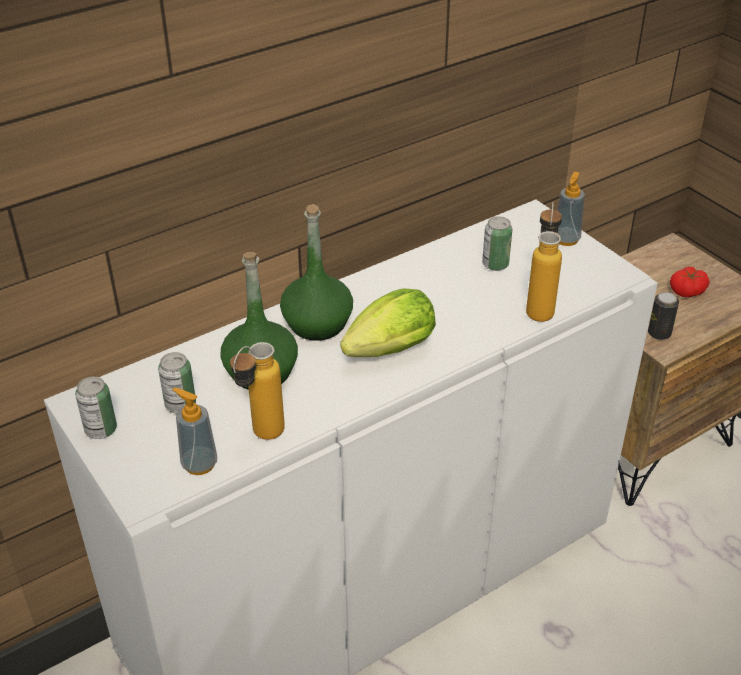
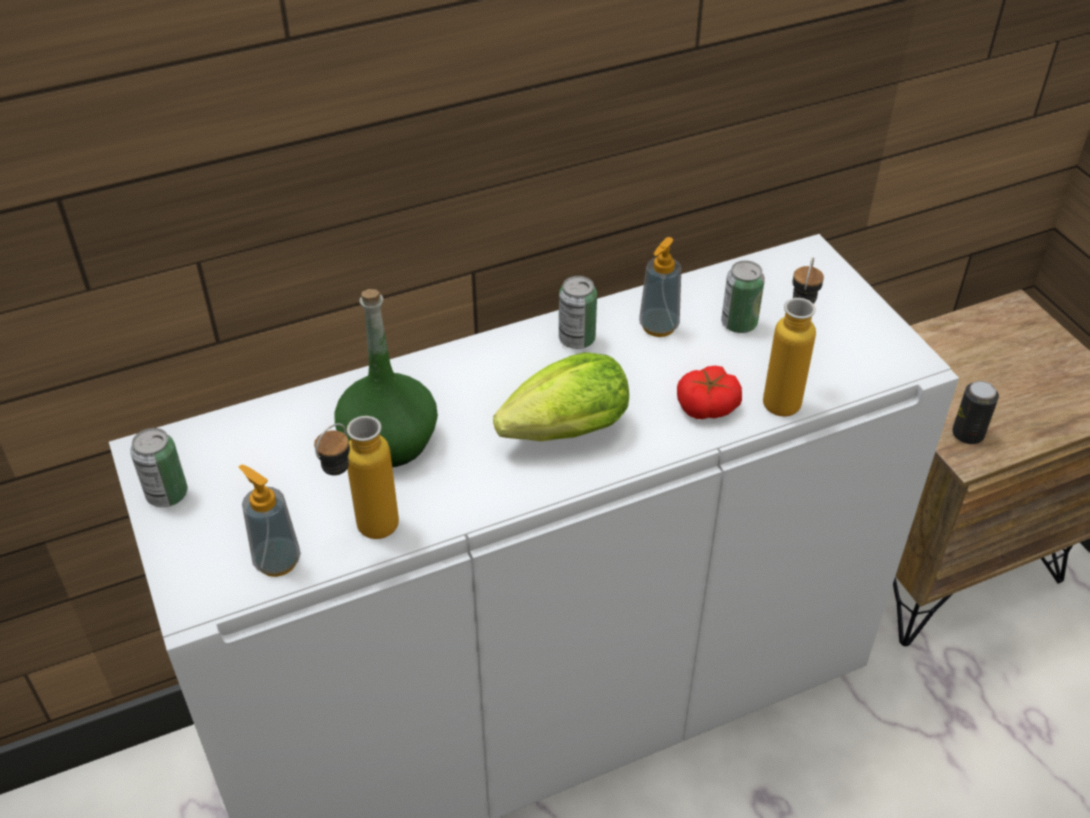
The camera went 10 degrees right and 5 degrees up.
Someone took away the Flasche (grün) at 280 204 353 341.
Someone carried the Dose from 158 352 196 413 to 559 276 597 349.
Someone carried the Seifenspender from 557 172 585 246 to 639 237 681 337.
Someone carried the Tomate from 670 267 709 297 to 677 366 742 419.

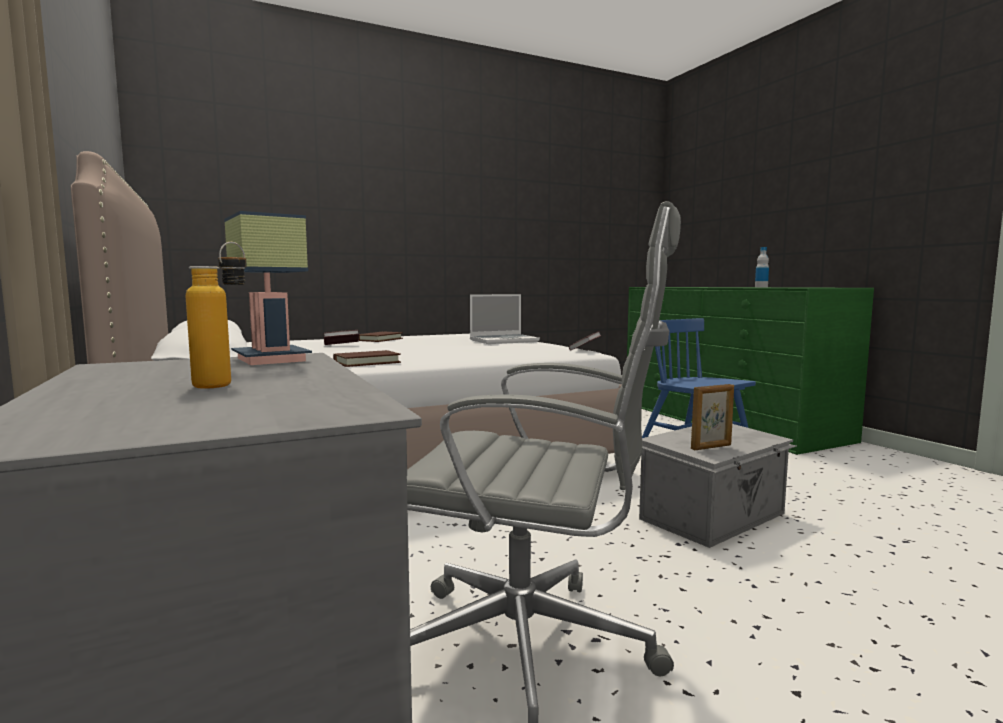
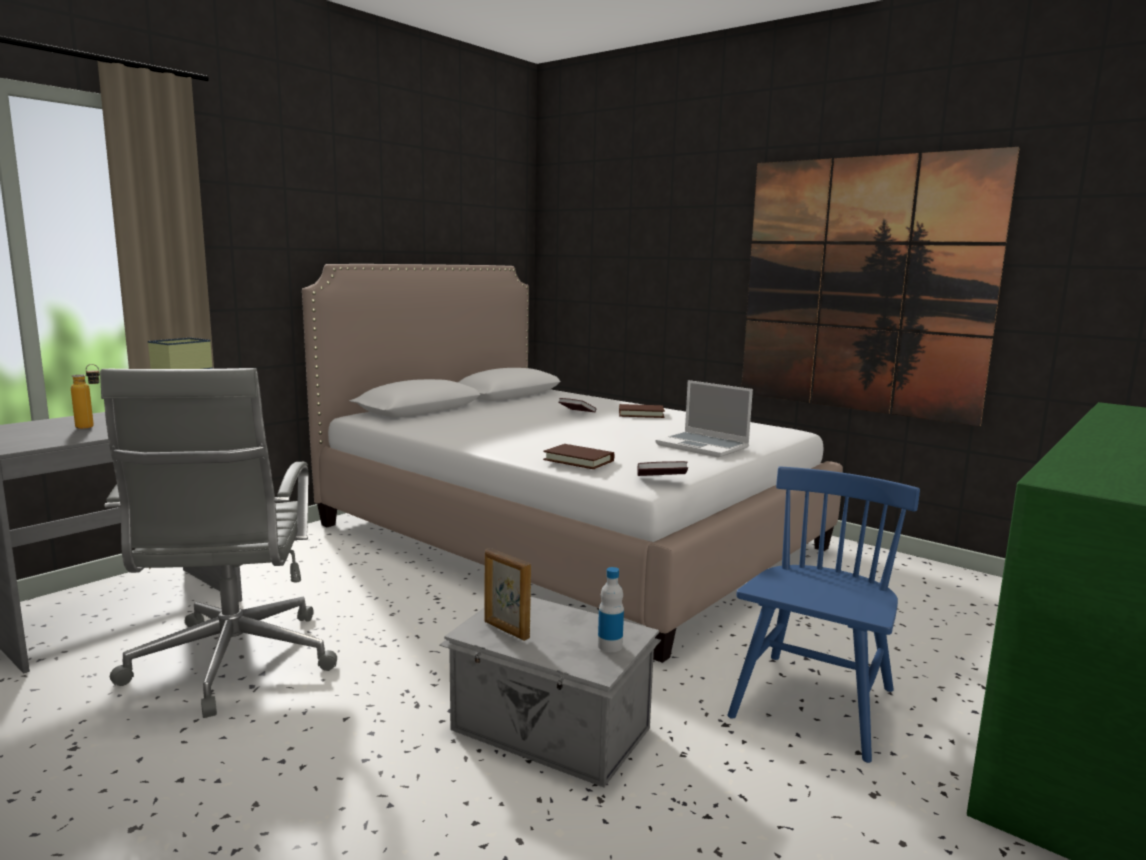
The camera went 65 degrees right and 5 degrees up.
Someone put up the Bild at 742 147 1020 426.
Someone carried the Buch (braun) from 333 350 401 367 to 543 444 615 469.
Someone carried the Flasche from 755 247 769 287 to 598 567 624 652.

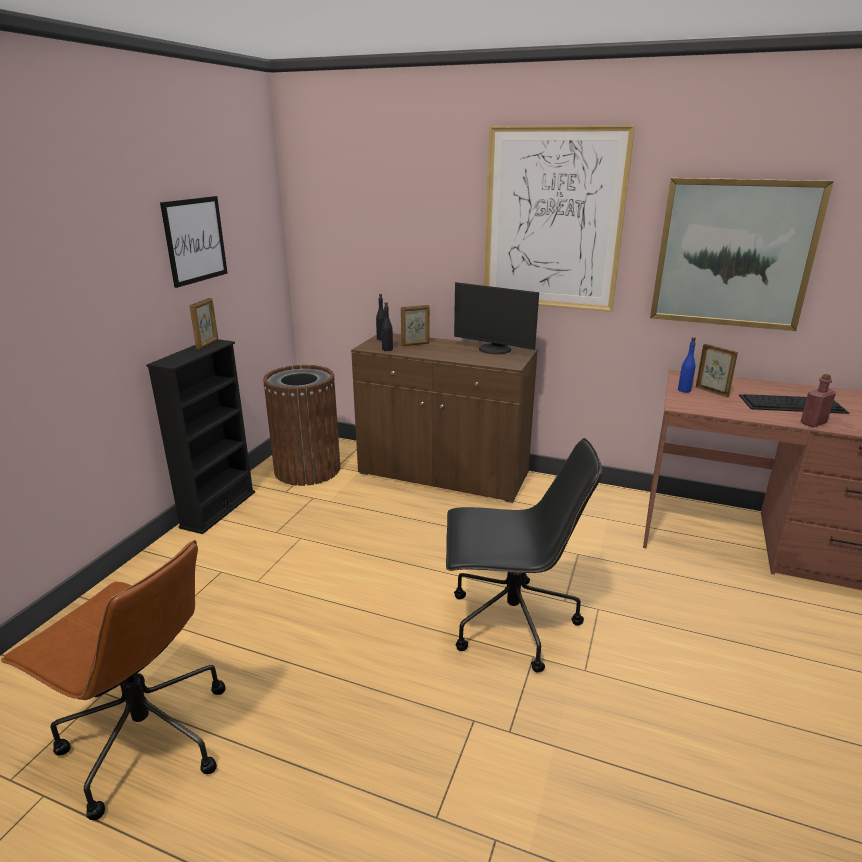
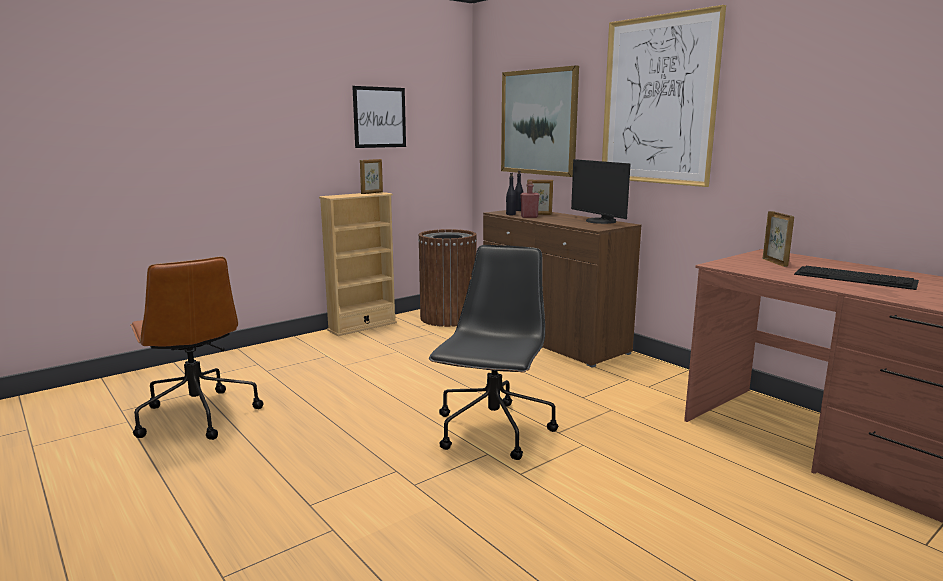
The camera went 30 degrees right and 10 degrees down.
Someone took away the Flasche (blau) at 678 337 696 393.
Someone carried the Bild from 650 178 834 331 to 501 65 579 177.
Someone carried the Flasche (rot) from 801 374 836 428 to 520 181 539 218.
Someone repainted the Bücherregal (schwarz) at 146 339 255 534, which became the Bücherregal (beige) at 319 192 397 336.
Someone rotated the Bürostuhl (schwarz) at 446 438 602 672 by 105 degrees counterclockwise.

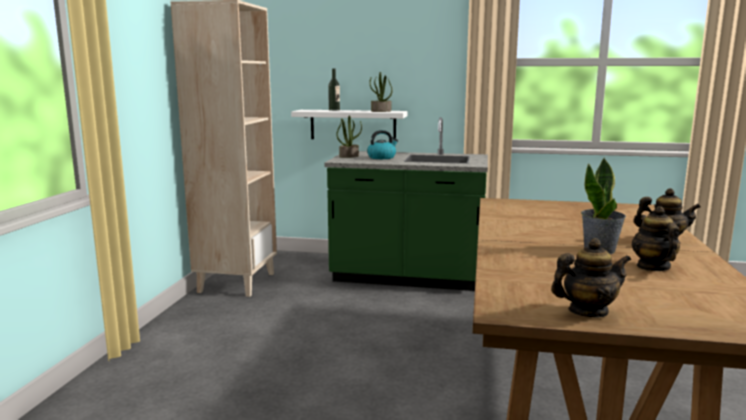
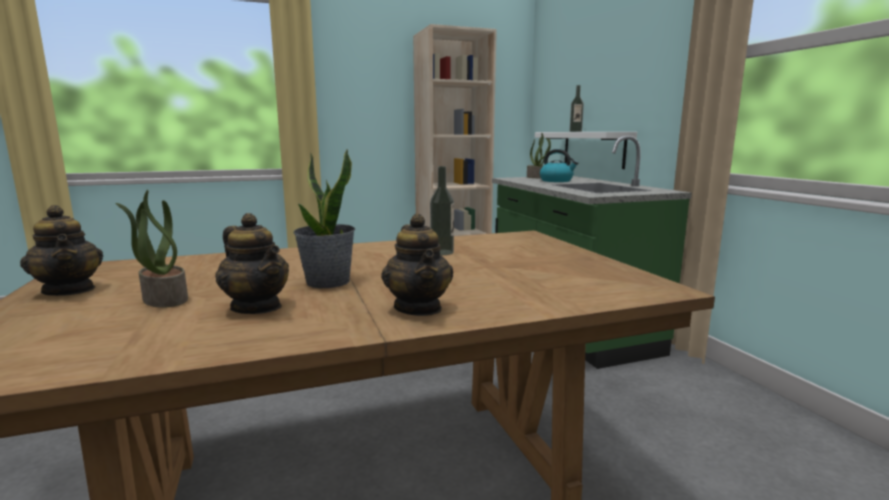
The camera went 60 degrees right and 0 degrees up.
Someone put down the Flasche at 430 166 454 255.
Someone carried the Topfpflanze from 369 72 393 112 to 115 190 188 308.
Someone rotated the Teekanne at 632 206 680 271 by 75 degrees clockwise.

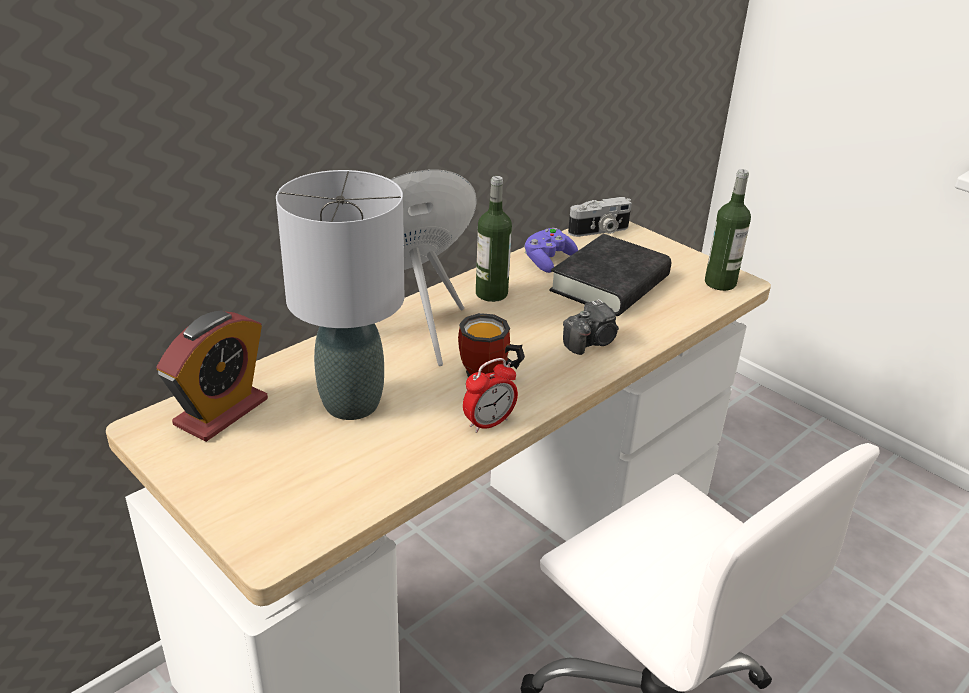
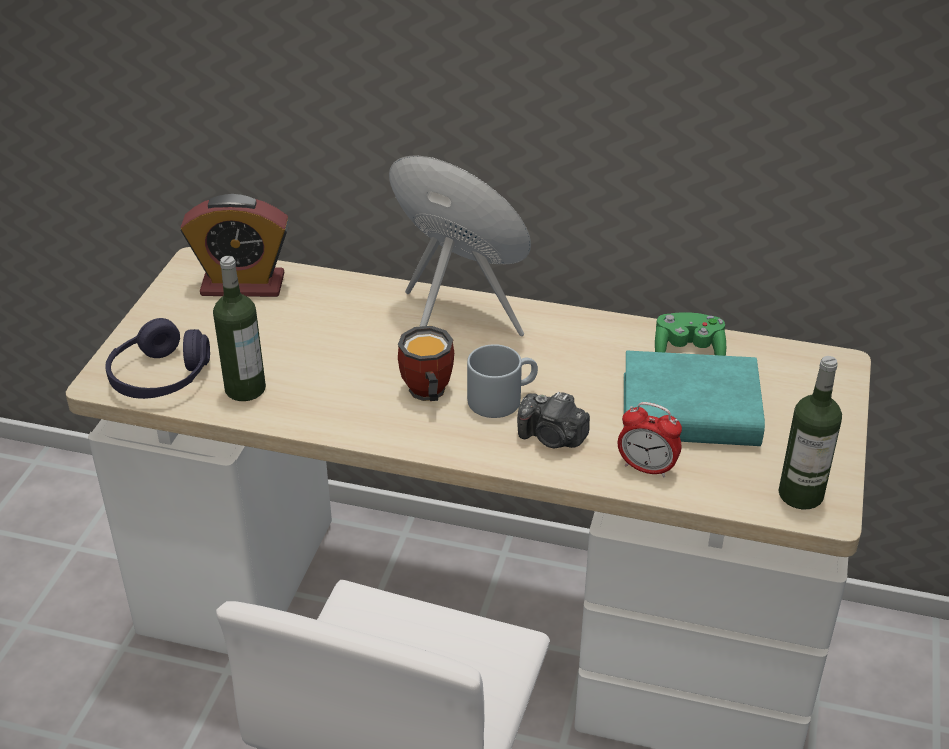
The camera went 60 degrees right and 5 degrees up.
Someone took away the Tischlampe (grau) at 276 170 404 420.
Someone took away the Kamera at 568 197 632 237.
Someone put down the Kopfhörer (lila) at 105 318 210 399.
Someone put down the Henkelbecher (grau) at 467 344 538 418.
Someone carried the Wecker from 463 358 518 433 to 618 402 682 477.
Someone carried the Flasche from 476 176 512 302 to 213 256 266 401.
Someone repainted the Gamepad (lila) at 524 228 578 273, which became the Gamepad (grün) at 655 312 726 356.
Someone repainted the Buch (schwarz) at 549 234 671 316, which became the Buch (türkis) at 624 351 765 446.

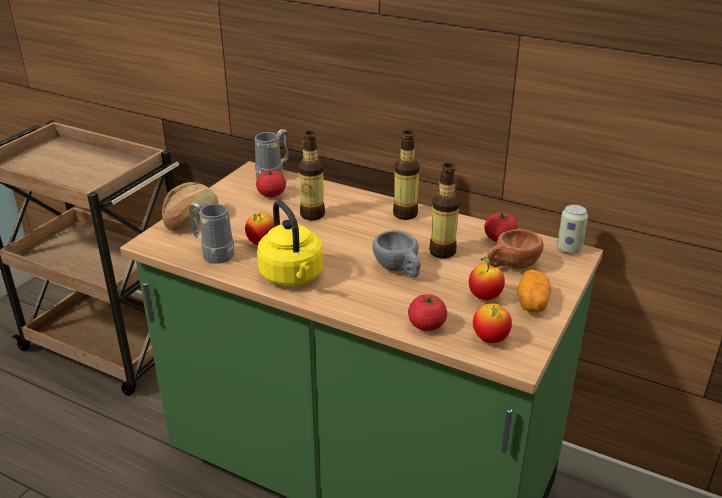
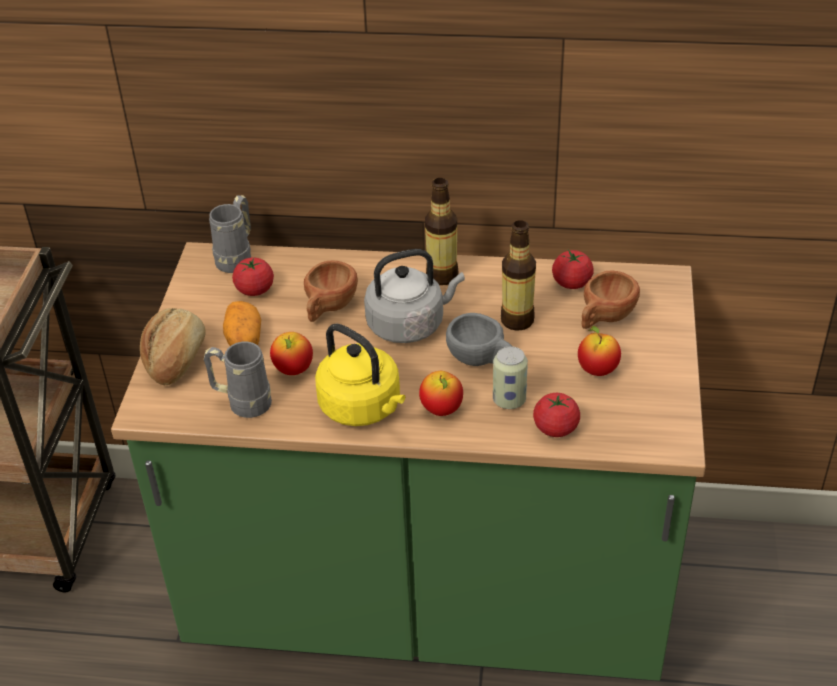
The camera went 20 degrees left and 10 degrees up.
Someone put down the Wasserkessel (grau) at 364 249 465 343.
Someone carried the Apfel from 473 303 512 343 to 419 371 463 416.
Someone carried the Kartoffel from 517 270 552 313 to 223 301 261 346.
Someone carried the Dose from 557 204 588 254 to 493 346 528 409.
Someone swapped the Flasche at 298 131 325 220 for the Tasse (braun) at 304 261 358 322.

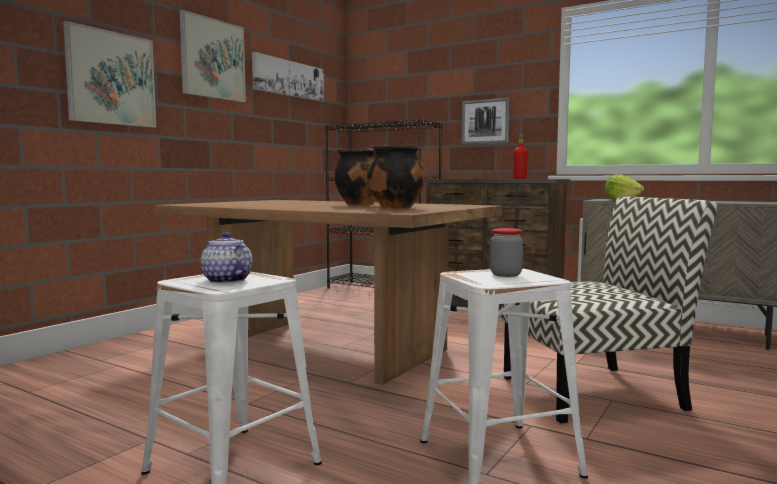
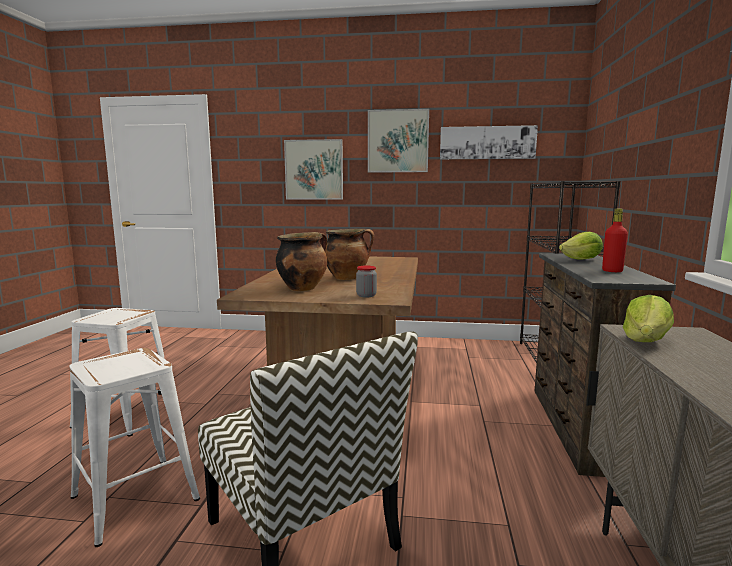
The camera went 65 degrees right and 5 degrees up.
Someone took away the Teekanne at 201 232 253 284.
Someone took away the Bild at 462 98 510 145.
Someone put down the Salatkopf at 559 232 603 260.
Someone carried the Vorratsglas from 490 228 523 277 to 356 265 377 298.

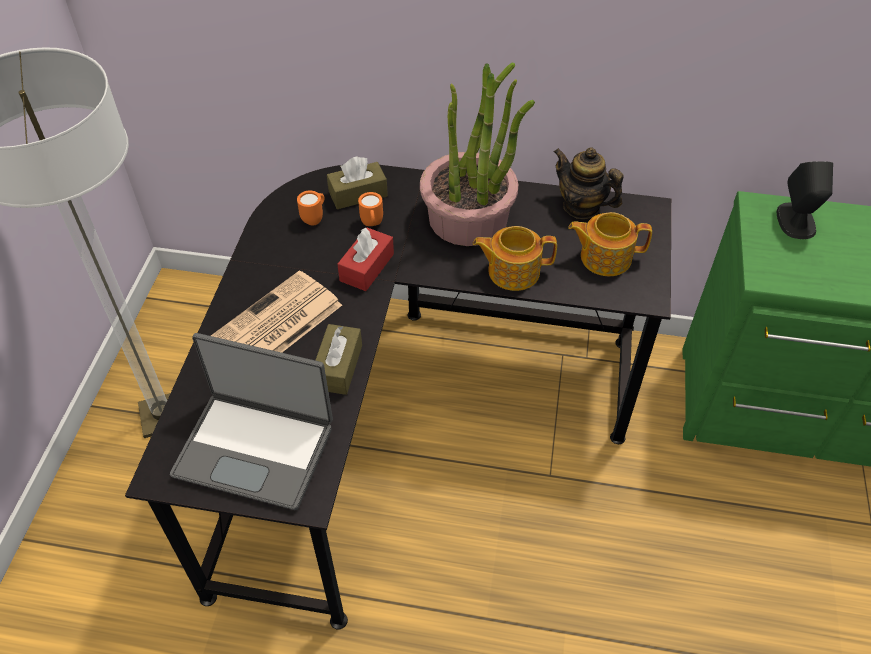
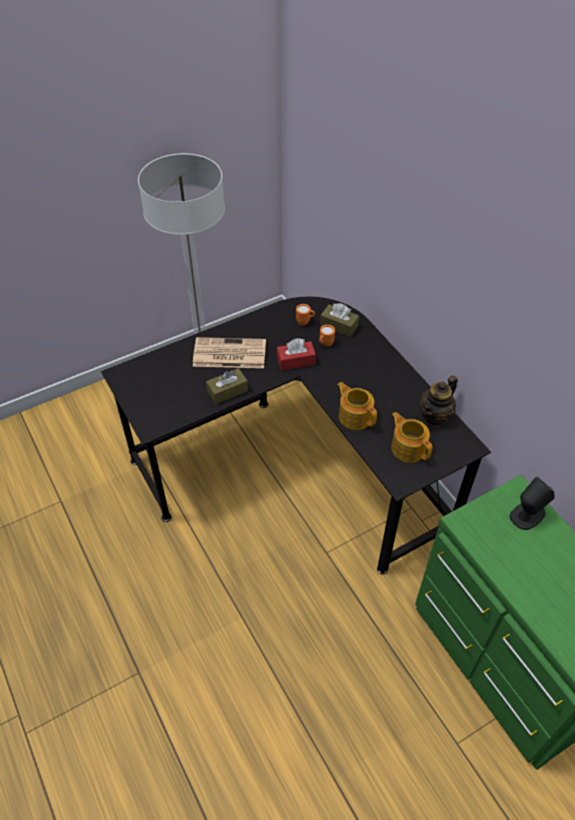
The camera went 50 degrees right and 0 degrees up.
Someone took away the Laptop at 170 333 333 510.
Someone took away the Topfpflanze at 420 63 535 246.
Someone rotated the Teekanne at 554 147 624 219 by 135 degrees counterclockwise.

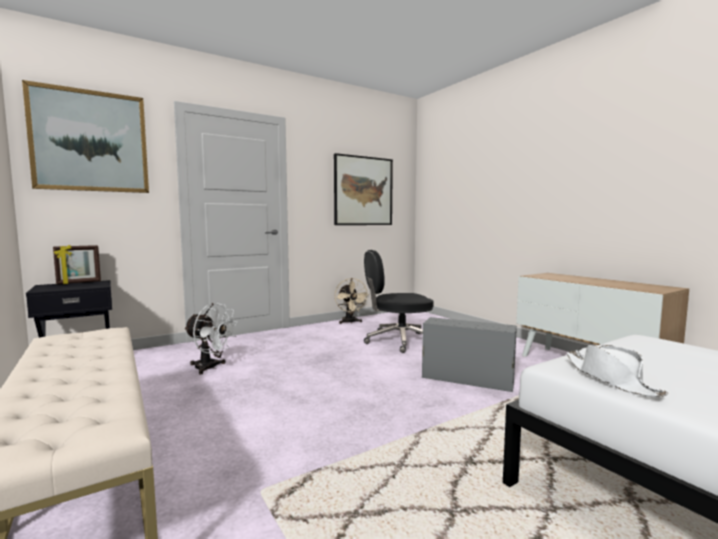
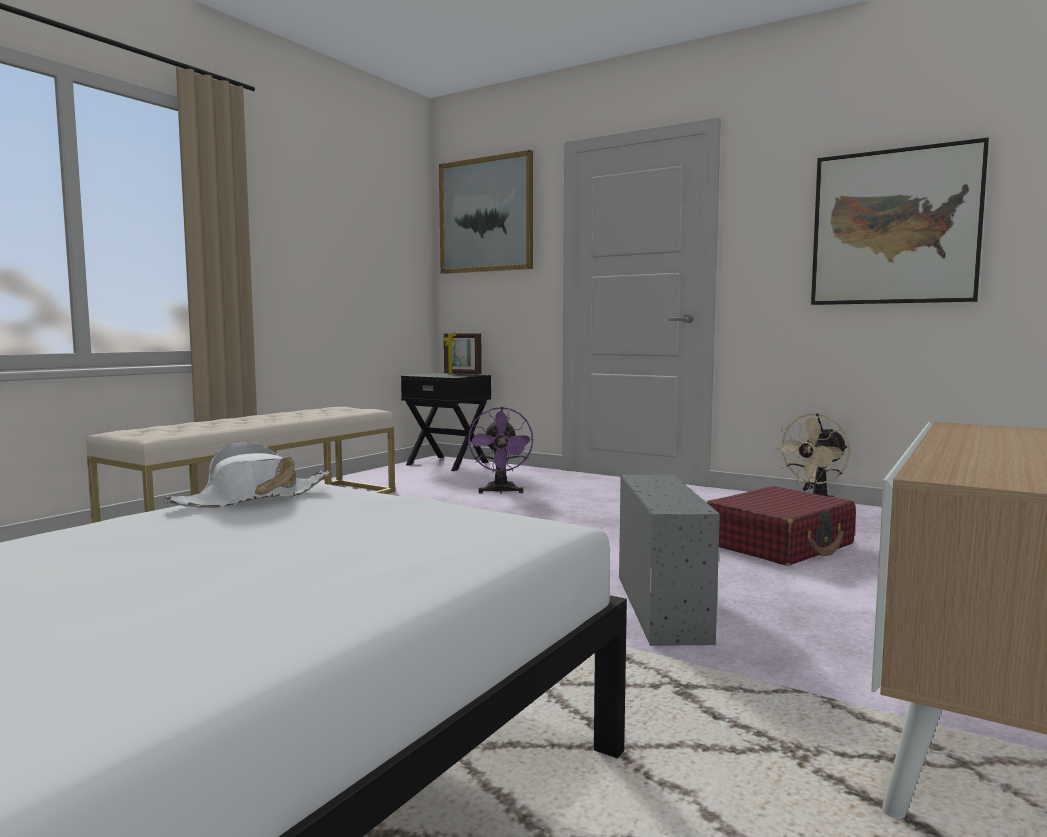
The camera went 65 degrees right and 0 degrees up.
Someone swapped the Bürostuhl (schwarz) at 364 250 434 353 for the Koffer (rot) at 707 486 856 566.
Someone repainted the Ventilator (weiß) at 184 303 238 375, which became the Ventilator (lila) at 468 407 534 494.

